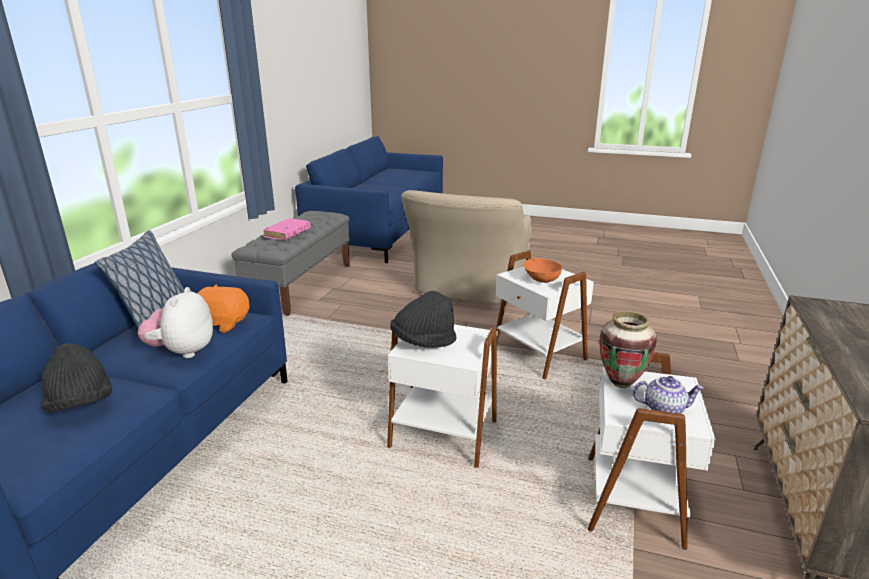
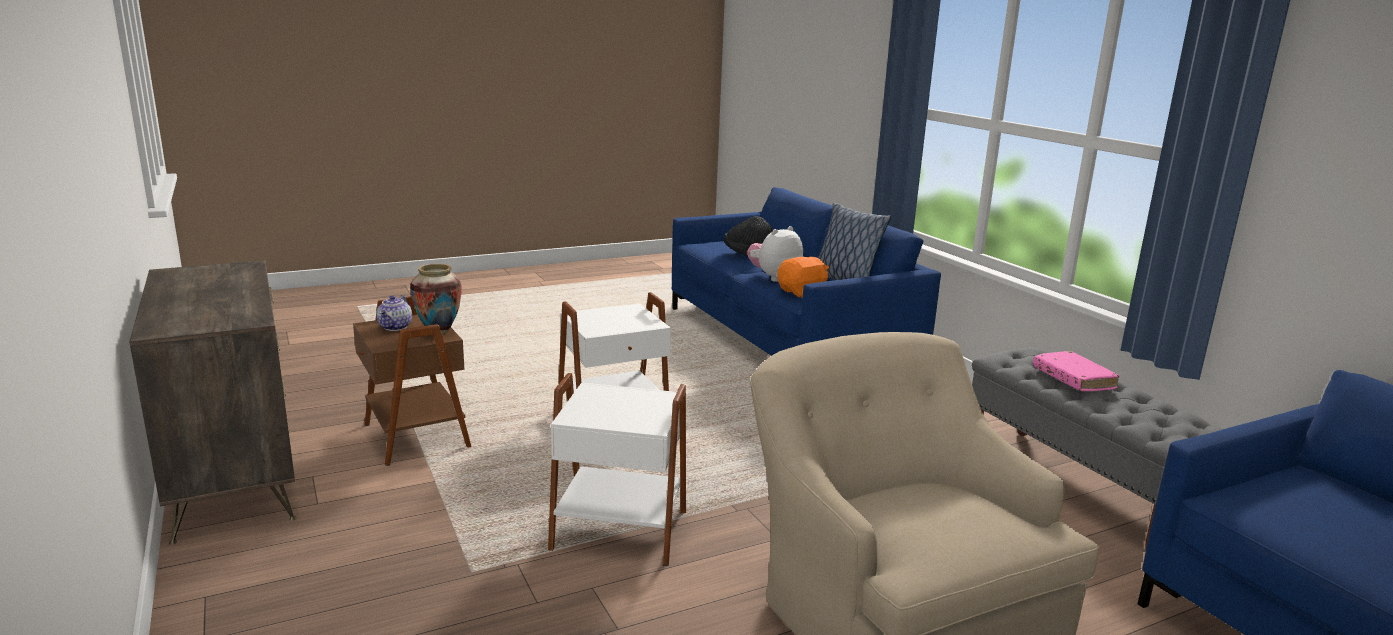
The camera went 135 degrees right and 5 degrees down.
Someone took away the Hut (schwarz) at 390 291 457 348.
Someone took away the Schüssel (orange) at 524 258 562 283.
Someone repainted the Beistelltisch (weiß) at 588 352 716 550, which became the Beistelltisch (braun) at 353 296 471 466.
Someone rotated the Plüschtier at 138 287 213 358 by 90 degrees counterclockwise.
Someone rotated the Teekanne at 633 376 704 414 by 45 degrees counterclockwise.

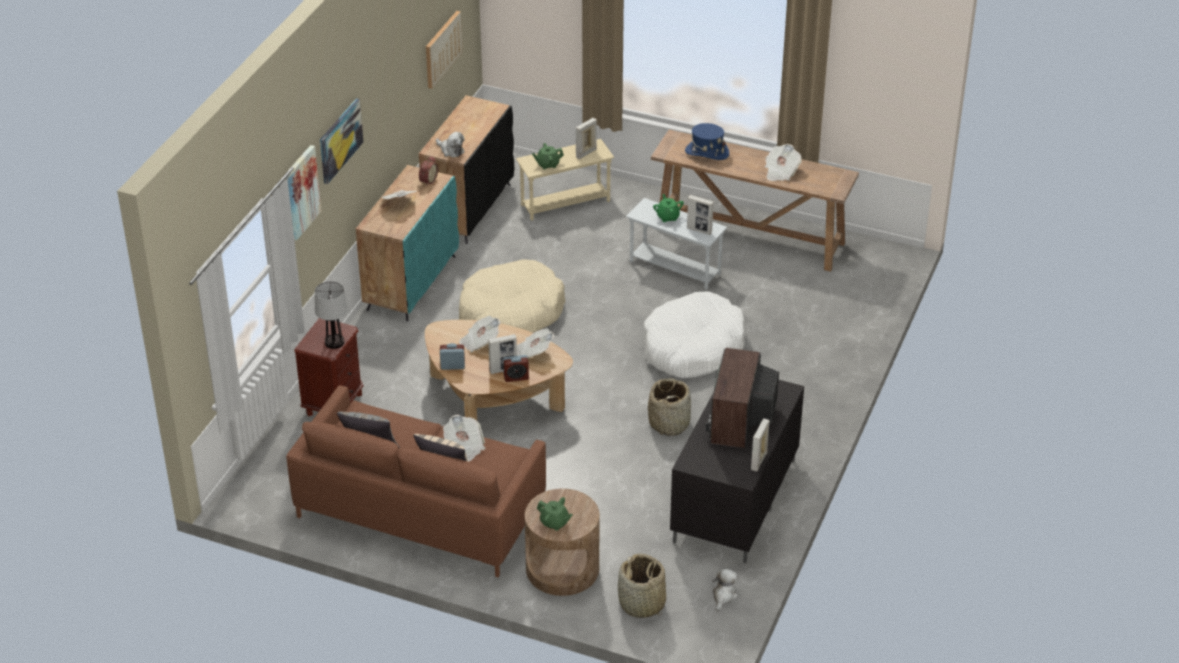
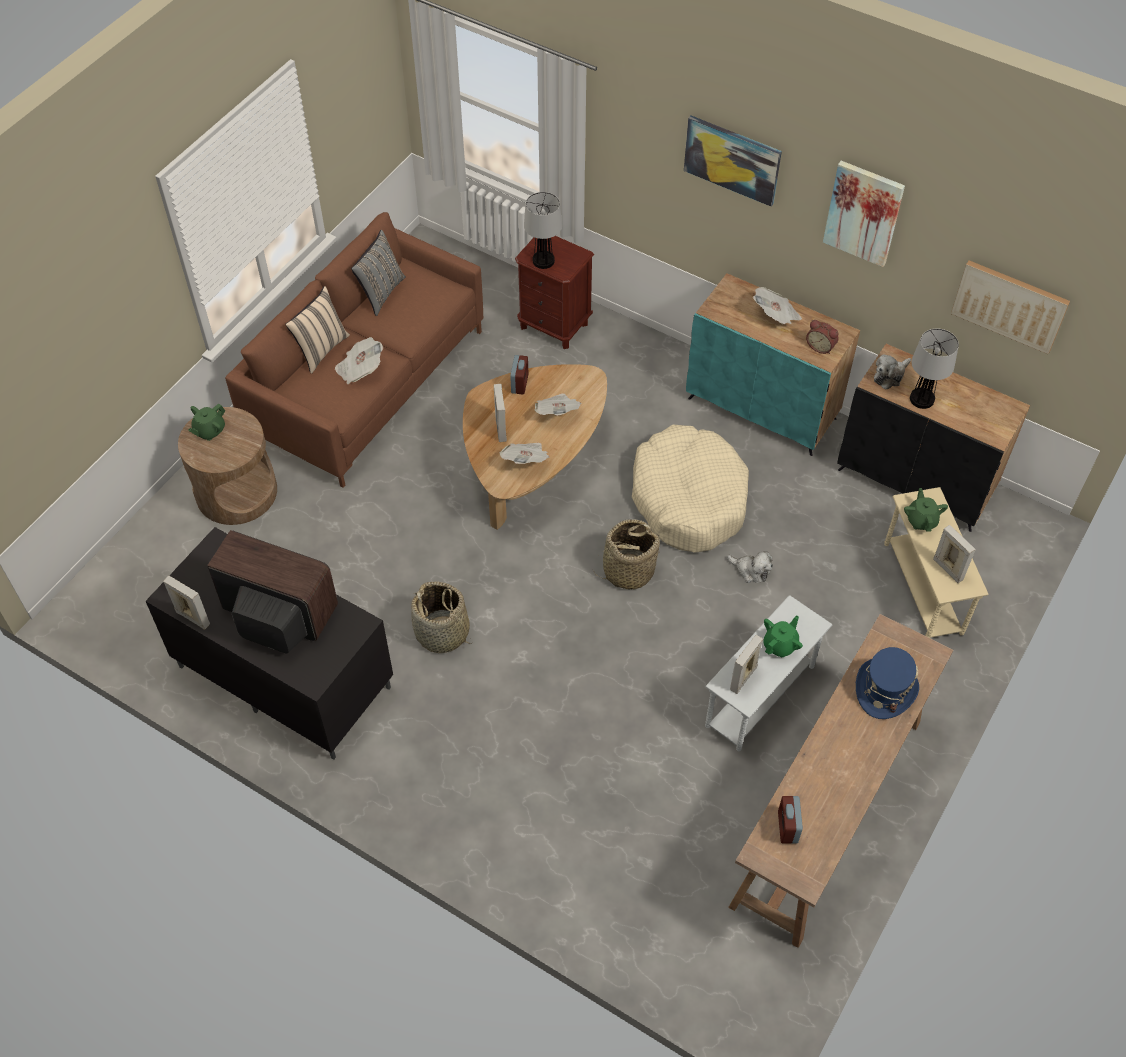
The camera went 100 degrees right and 15 degrees up.
Someone took away the Hundebett (weiß) at 644 291 745 378.
Someone took away the Zeitung at 765 144 802 181.
Someone put down the Tischlampe at 910 329 959 409.
Someone carried the Bild from 285 145 321 240 to 823 161 905 267.
Someone carried the Wecker from 503 355 529 382 to 778 796 803 844.
Someone carried the Korb from 618 553 666 618 to 593 519 660 590.
Someone carried the Plüschtier from 712 569 738 611 to 727 551 773 583.
Someone rotated the Teekanne (grün) at 653 194 684 222 by 45 degrees counterclockwise.

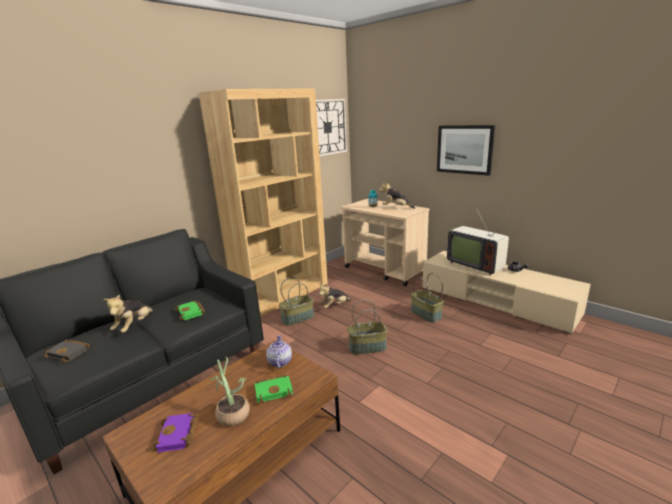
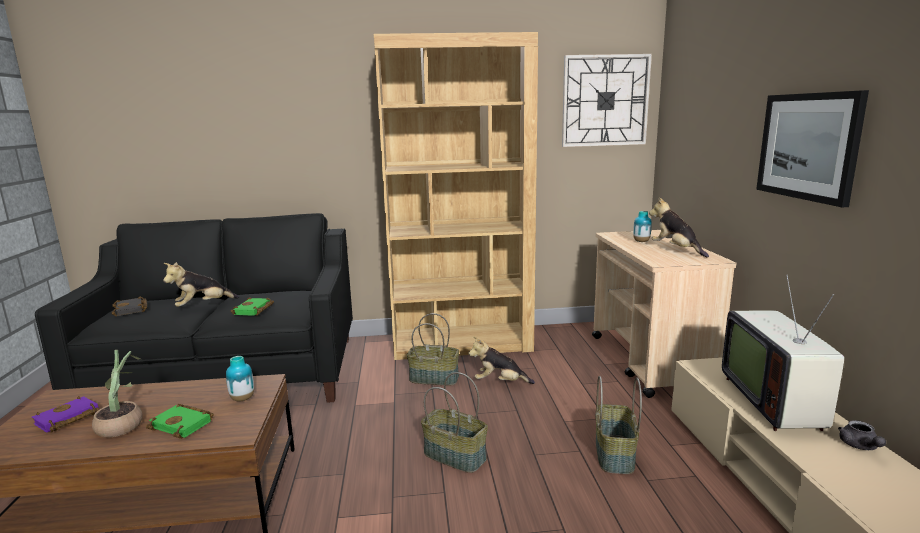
The camera went 40 degrees right and 5 degrees down.
Someone swapped the Teekanne at 266 335 292 369 for the Vase at 226 356 254 401.

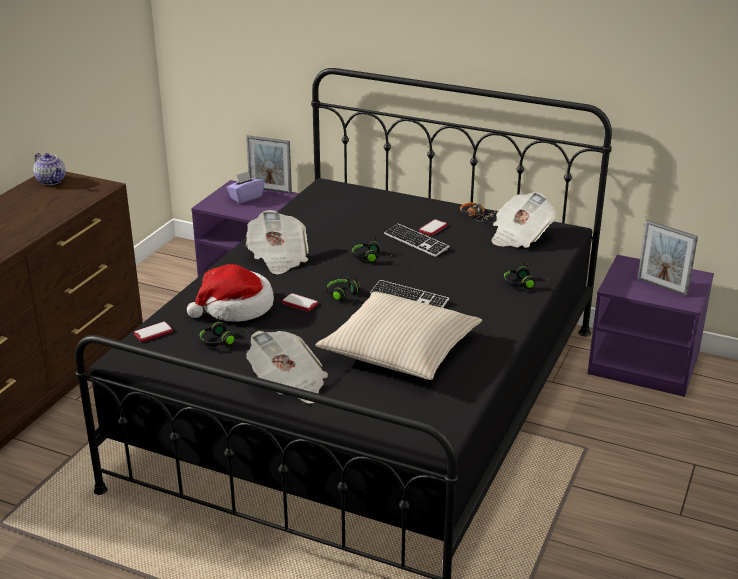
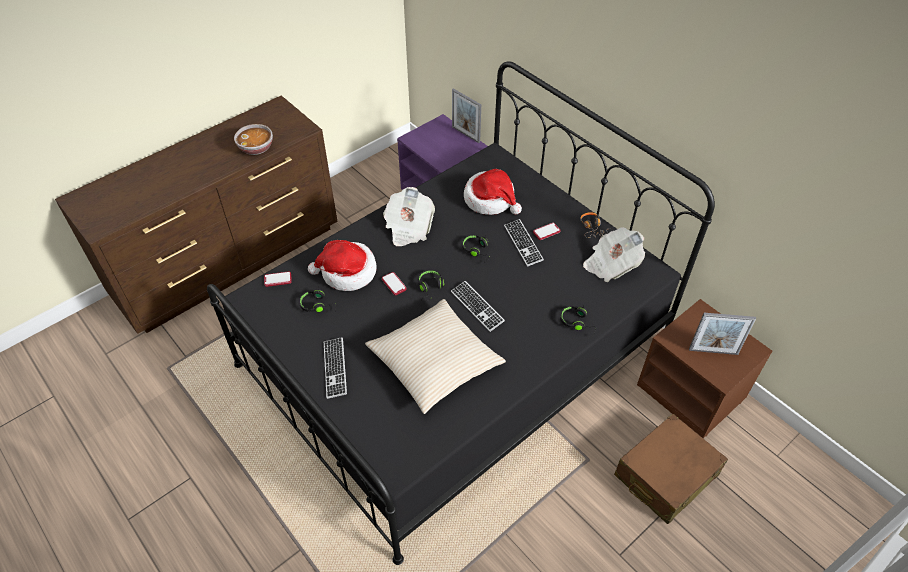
The camera went 25 degrees right and 20 degrees up.
Someone took away the Teekanne at 33 153 66 185.
Someone took away the Taschentuchbox (lila) at 226 171 265 204.
Someone put down the Schüssel at 234 124 273 155.
Someone put down the Hut at 464 169 522 215.
Someone put down the Koffer (braun) at 614 414 728 524.
Someone swapped the Zeitung at 246 331 328 404 for the Tastatur at 324 337 347 399.
Someone repainted the Nachttisch (lila) at 587 255 714 397, which became the Nachttisch (braun) at 637 299 773 438.
Someone rotated the Bilderrahmen at 638 220 698 297 by 60 degrees counterclockwise.

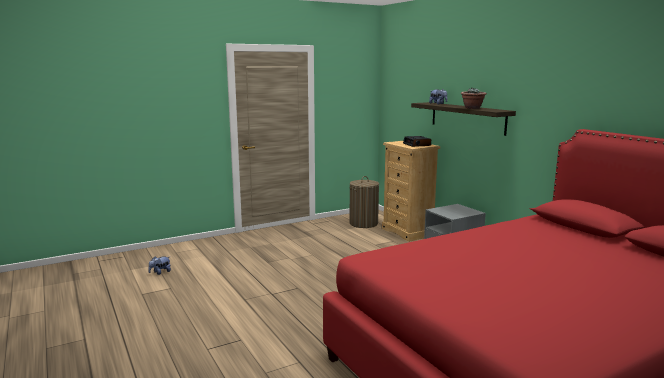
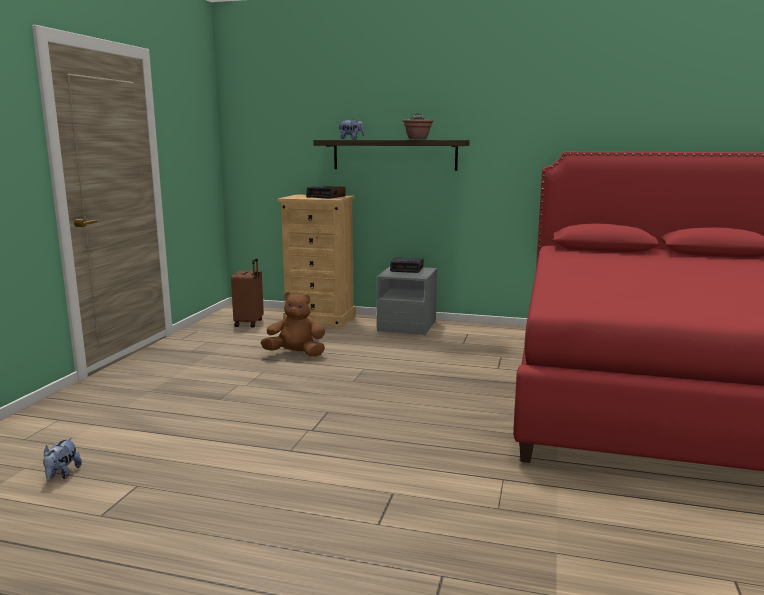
The camera went 45 degrees left and 0 degrees up.
Someone put down the Plüschtier (braun) at 260 292 325 357.
Someone put down the Wecker at 390 257 423 273.
Someone swapped the Wäschekorb at 349 176 379 228 for the Koffer (braun) at 231 258 264 328.

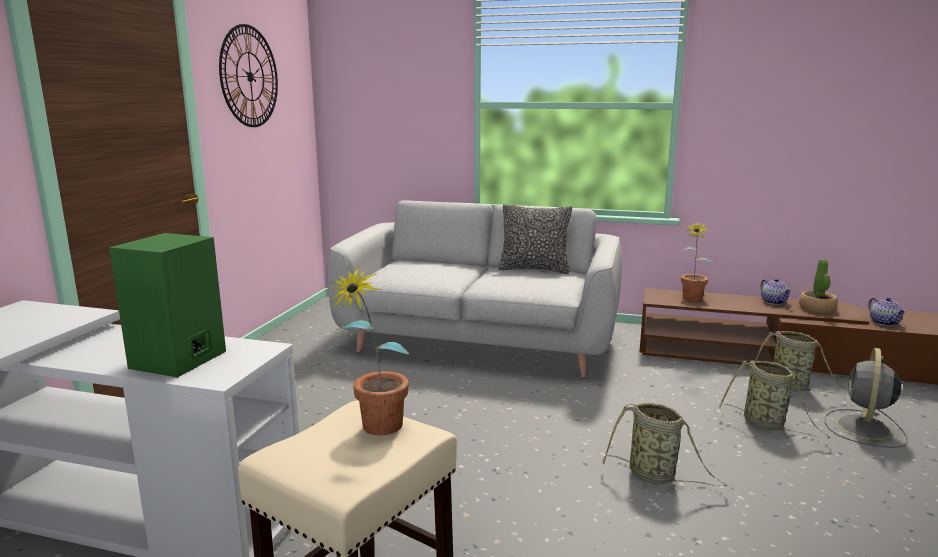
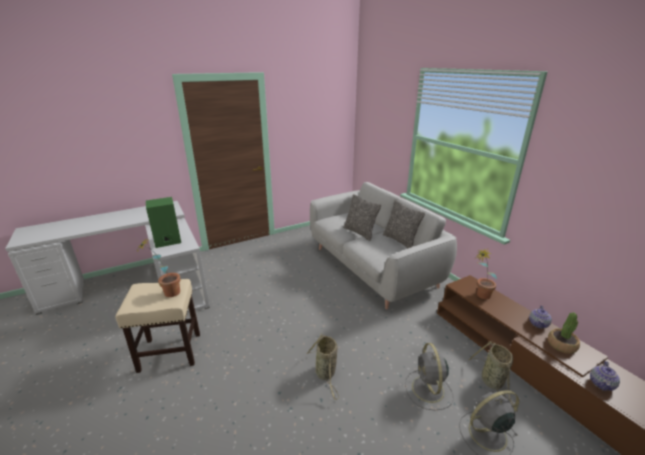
The camera went 45 degrees right and 10 degrees up.
Someone took away the Wanduhr at 219 24 278 127.
Someone put down the Kissen at 343 194 381 241.
Someone swapped the Korb at 719 360 830 438 for the Ventilator (grau) at 405 343 454 410.

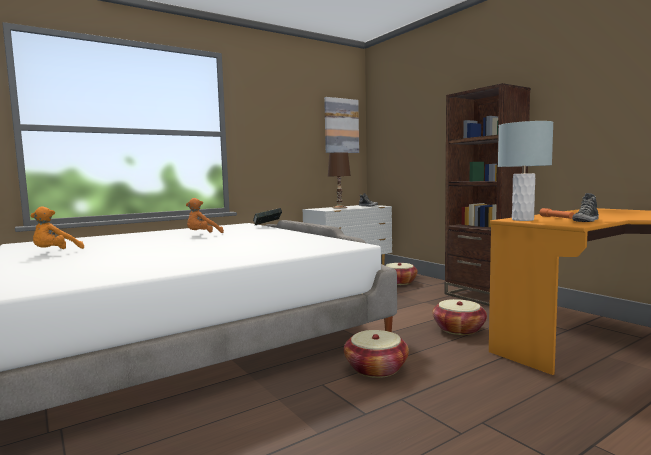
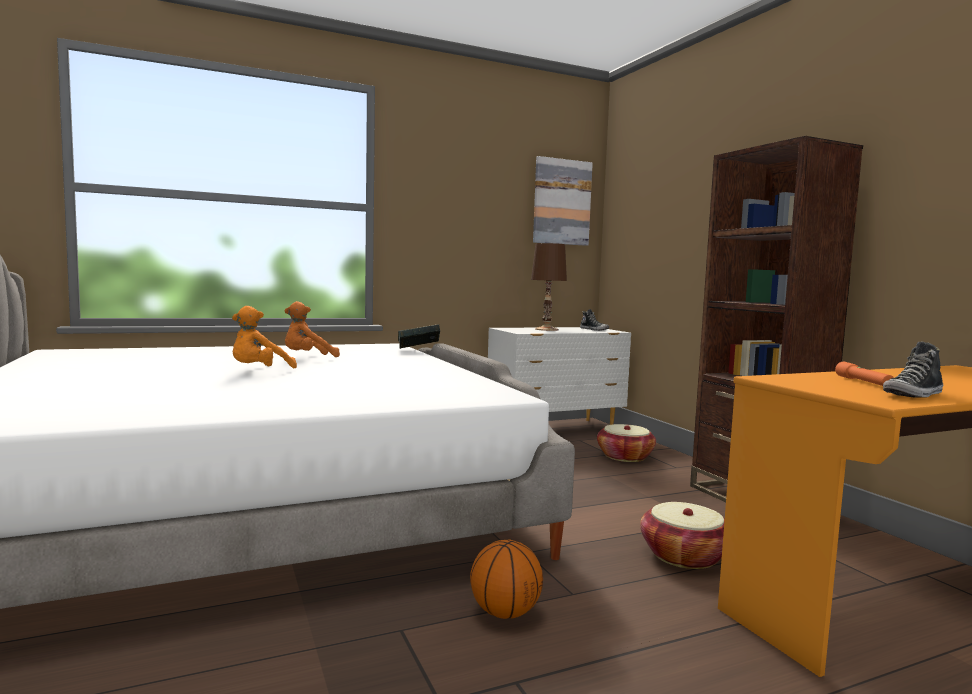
The camera went 10 degrees right and 0 degrees up.
Someone took away the Tischlampe (grau) at 498 121 553 221.
Someone carried the Plüschtier (orange) from 30 207 84 249 to 232 306 297 368.
Someone swapped the Korb at 344 330 409 378 for the Basketball at 470 540 543 619.

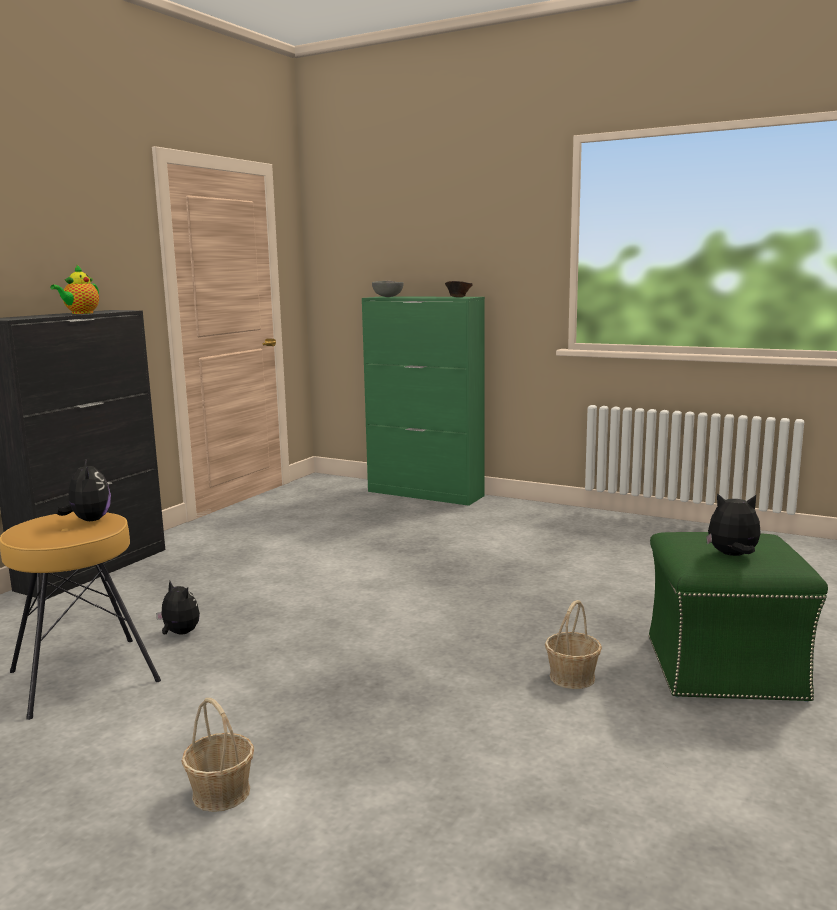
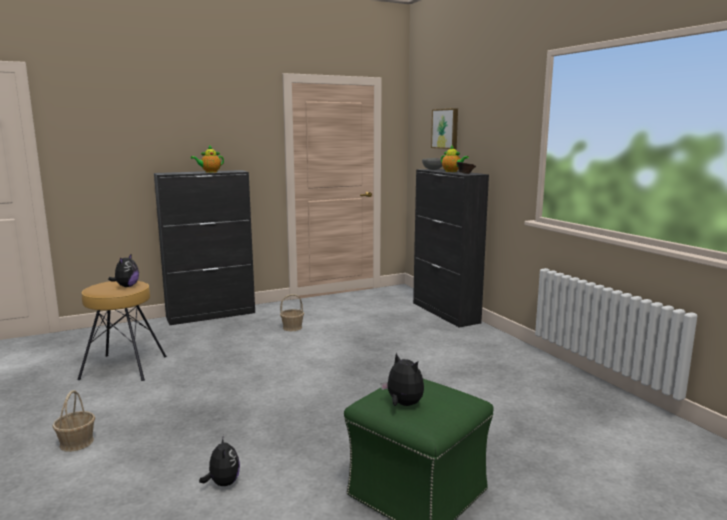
The camera went 35 degrees right and 0 degrees up.
Someone put up the Bild at 431 108 458 149.
Someone put down the Teekanne at 441 145 469 172.
Someone carried the Plüschtier from 156 581 200 635 to 199 435 240 486.
Someone carried the Korb from 545 600 602 689 to 280 294 304 331.
Someone repainted the Schrank (grün) at 362 296 485 506, which became the Schrank (schwarz) at 413 169 489 327.

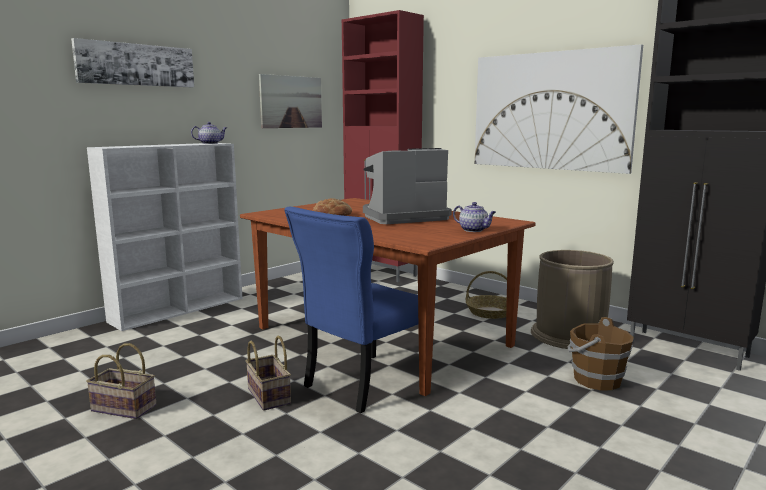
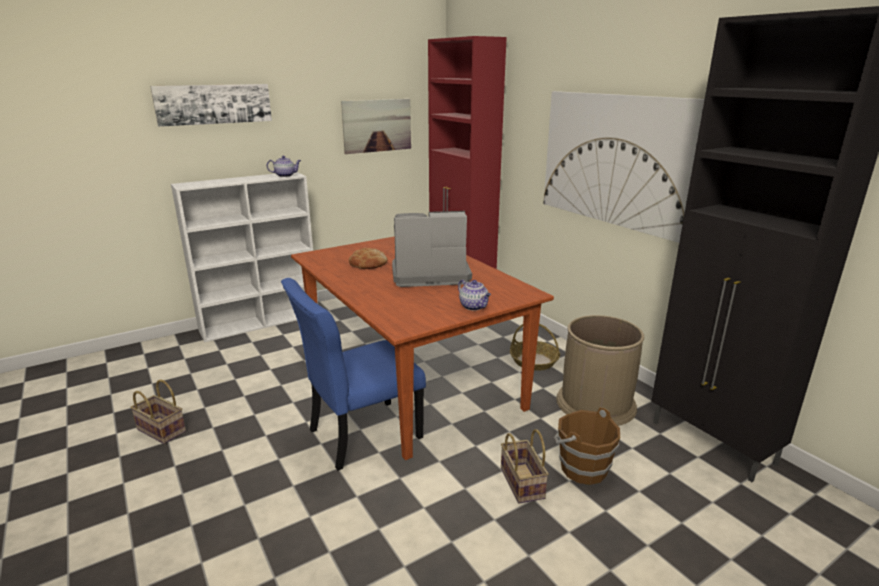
The camera went 15 degrees right and 10 degrees up.
Someone carried the Korb from 246 336 291 411 to 501 429 549 504.

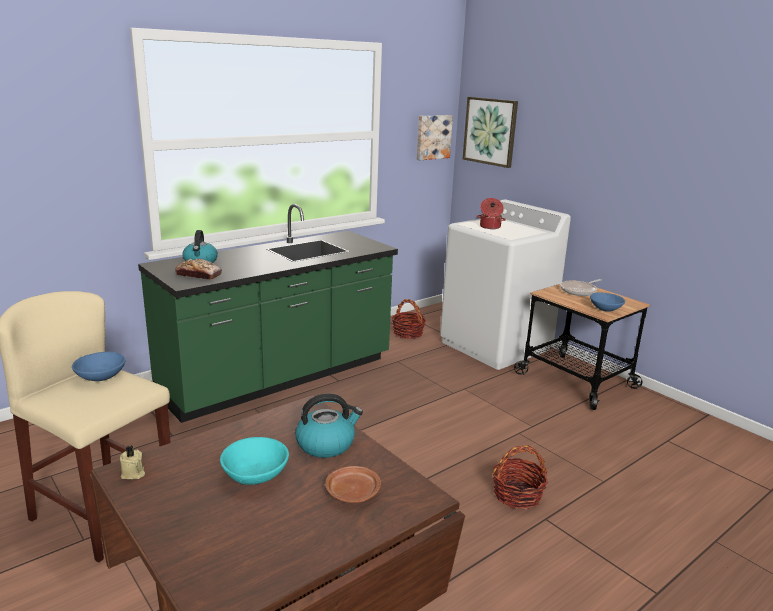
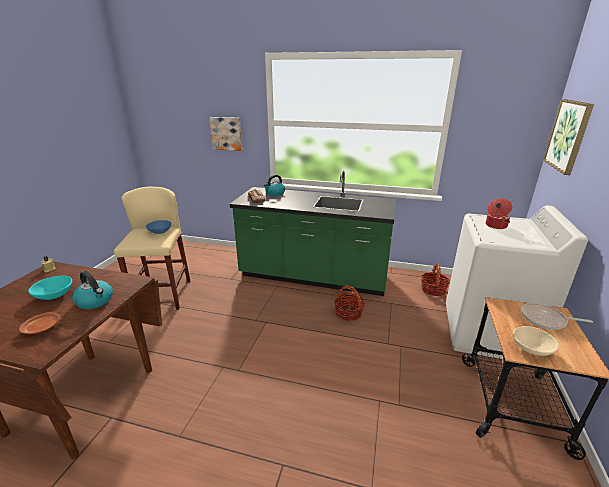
The camera went 55 degrees right and 5 degrees up.
Someone carried the Bild from 417 115 453 160 to 209 117 242 151.
Someone carried the Korb from 493 445 548 509 to 334 285 365 321.
Someone repainted the Schüssel (blau) at 590 292 625 312, which became the Schüssel (beige) at 513 326 559 356.

